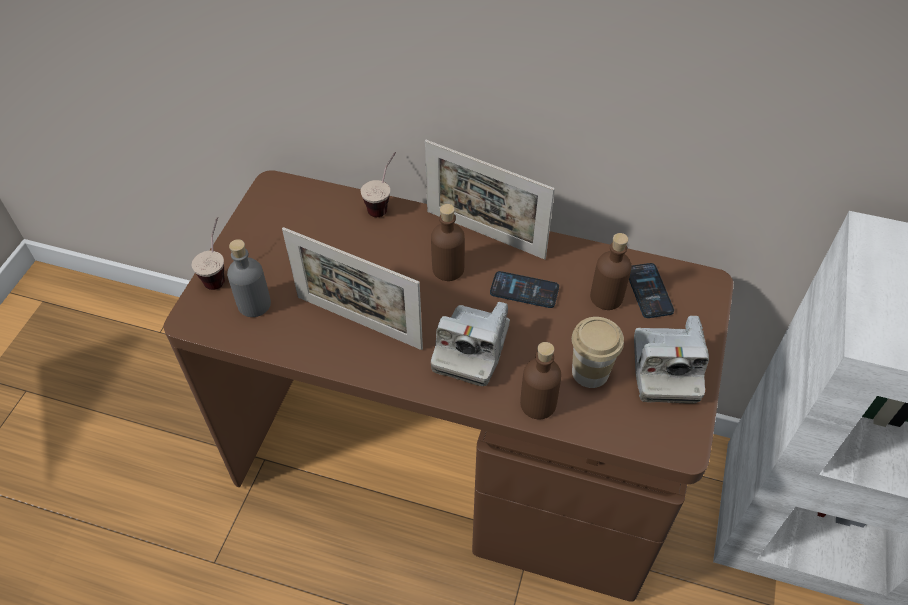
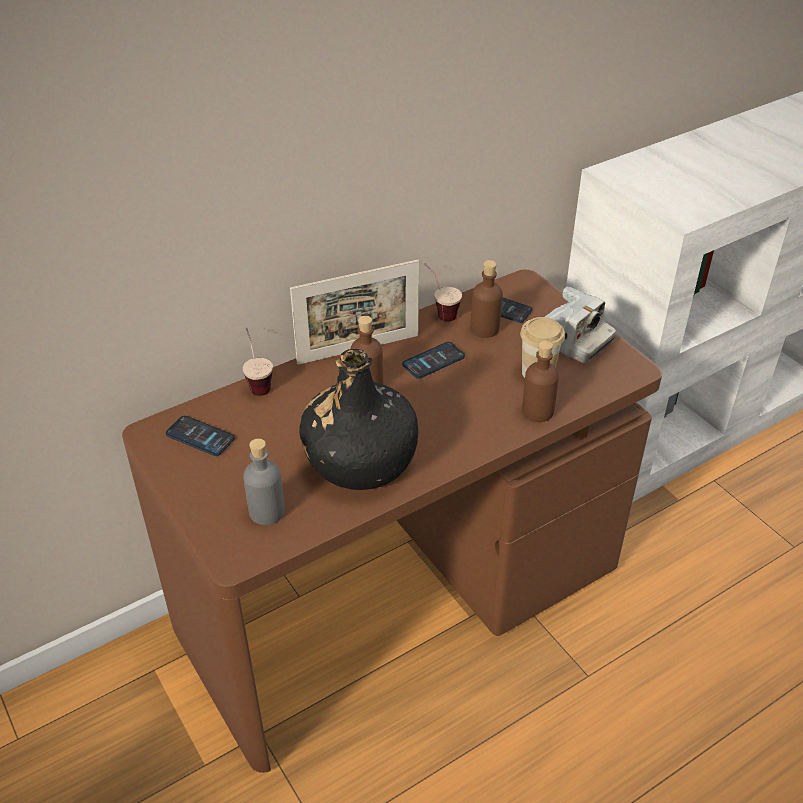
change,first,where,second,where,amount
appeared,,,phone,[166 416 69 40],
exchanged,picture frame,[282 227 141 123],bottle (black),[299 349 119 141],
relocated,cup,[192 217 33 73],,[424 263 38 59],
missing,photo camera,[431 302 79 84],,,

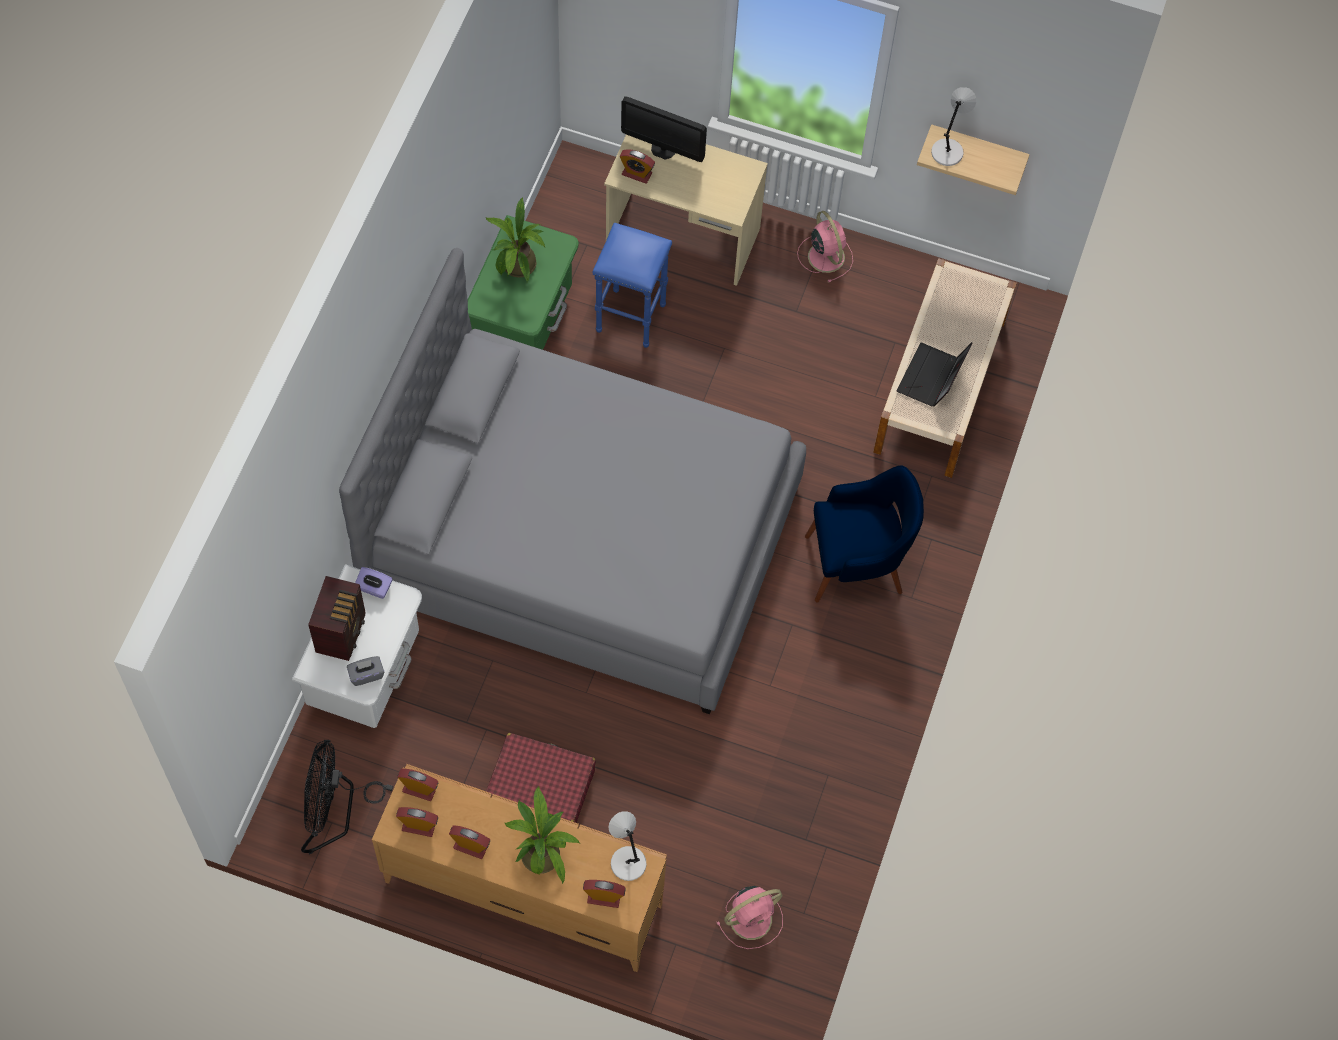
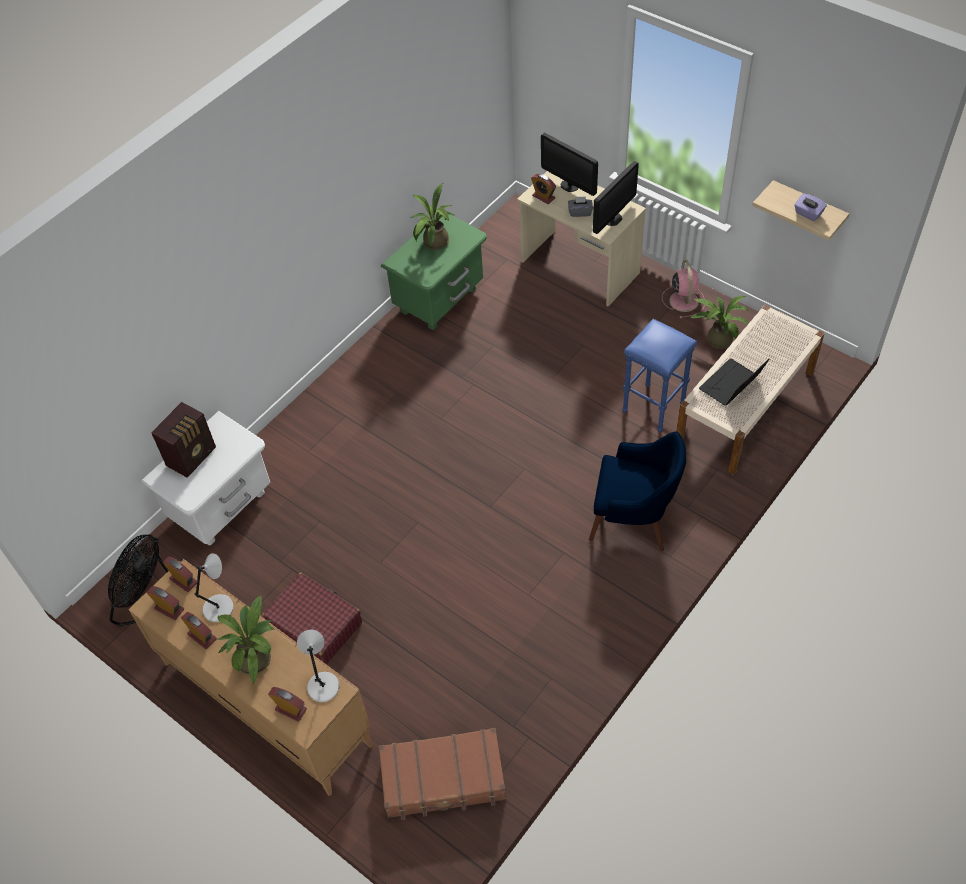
change,first,where,second,where,amount
relocated,table lamp (grey),[931 87 45 79],,[194 553 40 69],
exchanged,fan (pink),[717 886 66 63],suitcase (brown),[379 728 127 92],
relocated,tissue box (grey),[347 656 37 30],,[568 196 25 21],
appeared,,,monitor,[593 161 46 73],
relocated,stool (blue),[593 223 79 125],,[623 319 74 113],
appeared,,,potted plant,[689 296 60 53],
relocated,tissue box (purple),[355 567 38 32],,[794 193 33 28],
missing,bed (grey),[339 248 467 466],,,

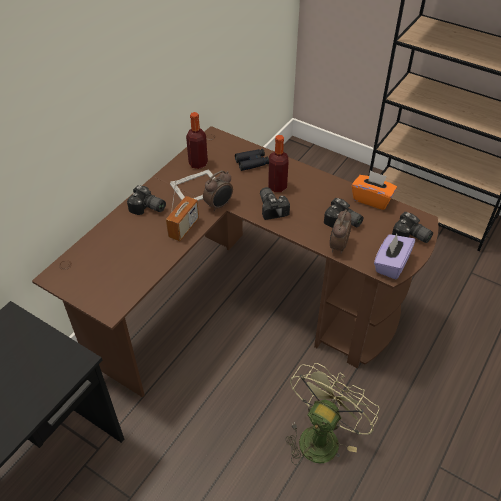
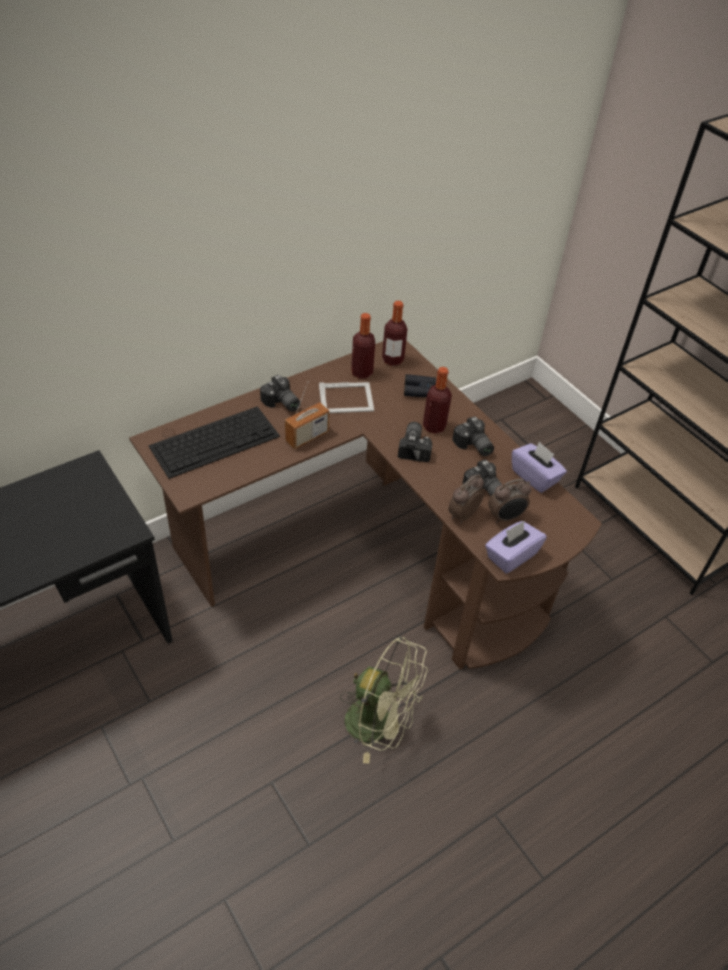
change,first,where,second,where,amount
appeared,,,keyboard,[148 406 132 73],
spun,fan (green),[285 363 94 102],,[340 636 88 128],60 degrees clockwise
appeared,,,bottle,[382 301 25 65],
relocated,photo camera,[392 212 41 31],,[452 417 42 39],
relocated,alarm clock,[203 170 30 42],,[488 479 44 45],
colour,tissue box (orange),[352 170 45 40],tissue box (purple),[512 441 55 52],

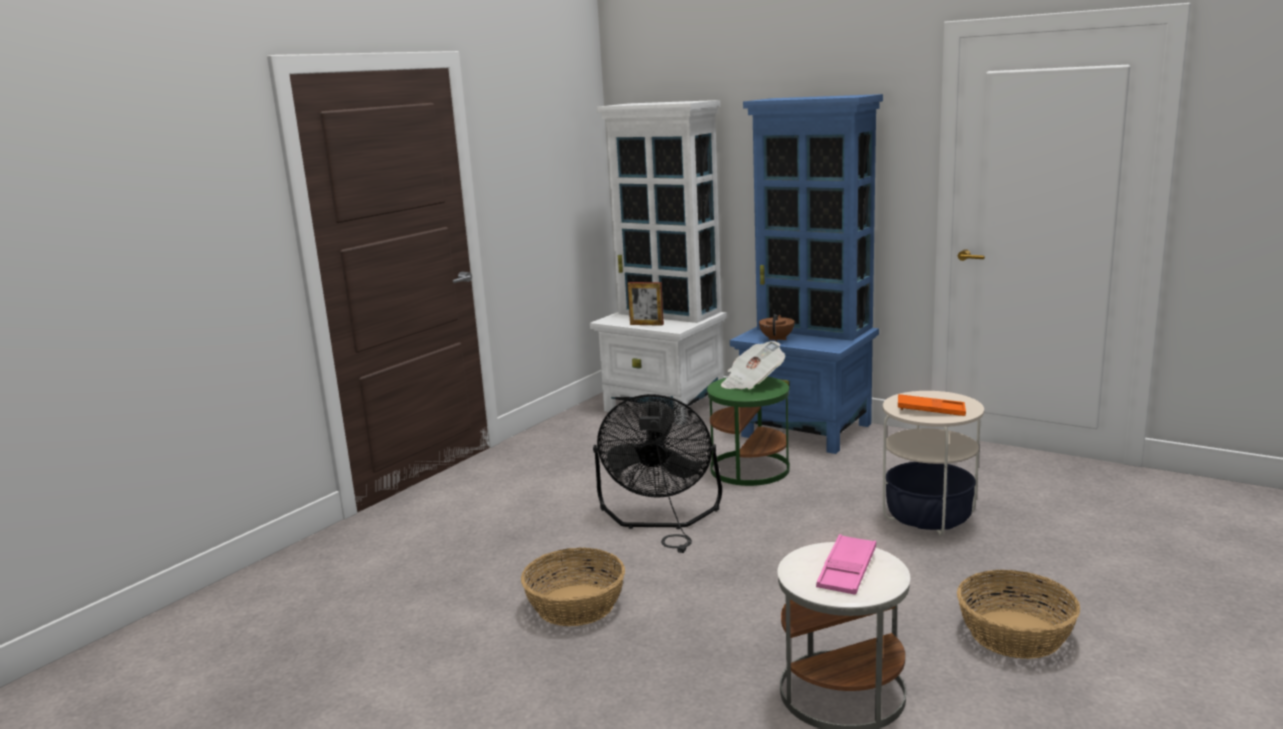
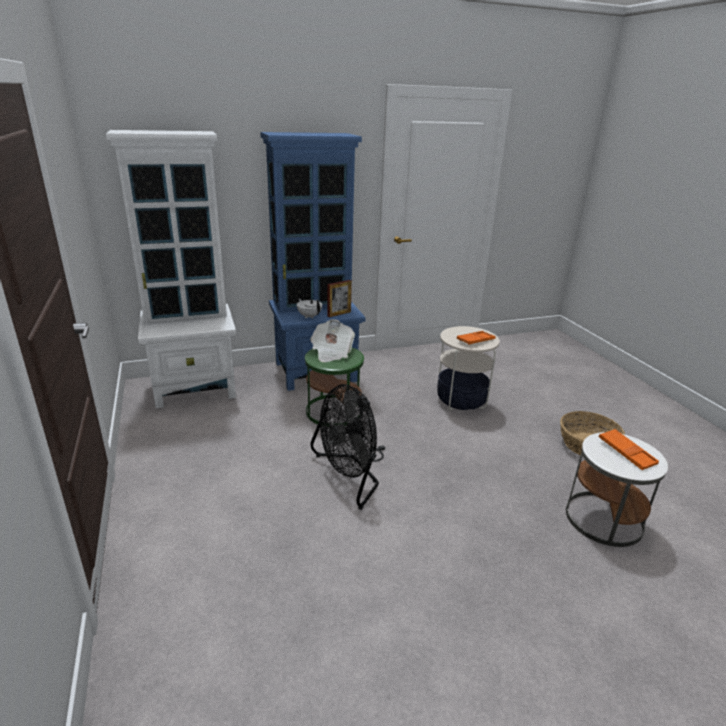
change,first,where,second,where,amount
colour,teapot (brown),[759 314 36 28],teapot (white),[297 299 25 20],
spun,fan (black),[593 394 129 159],,[311 384 75 126],75 degrees counterclockwise
relocated,picture frame,[628 282 36 44],,[327 280 25 37],
colour,tray (pink),[816 534 60 61],tray (orange),[599 429 60 41],
missing,basket,[521 548 104 78],,,

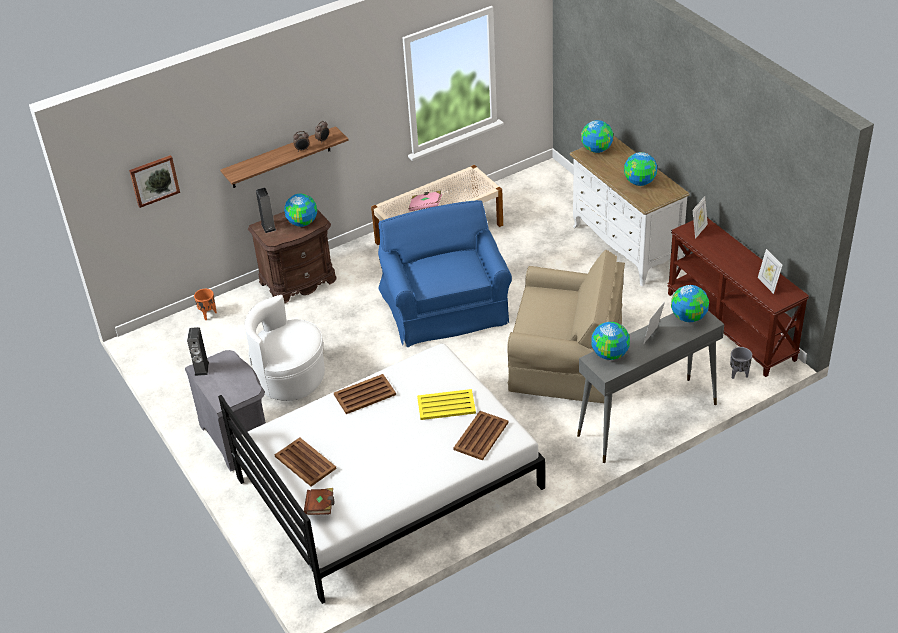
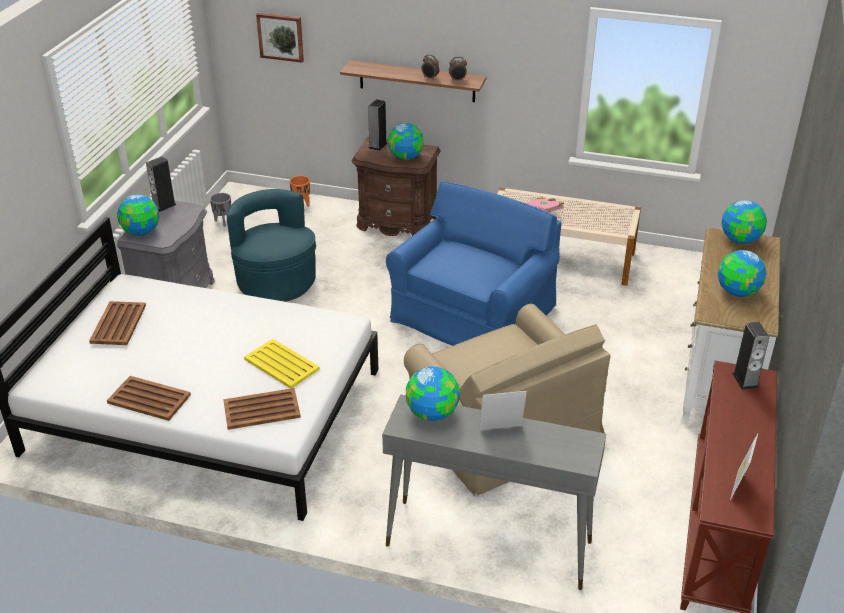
change,first,where,second,where,amount
relocated,tray (brown),[334 374 62 40],,[107 376 84 45],
relocated,globe,[671 285 38 37],,[117 195 43 41],
relocated,planter (grey),[730 347 22 32],,[210 193 21 34],
colour,armchair (white),[244 295 81 106],armchair (turquoise),[227 189 89 113],
exchanged,picture frame,[692 196 16 43],speaker,[732 322 38 68],
missing,book (brown),[304 488 31 27],,,

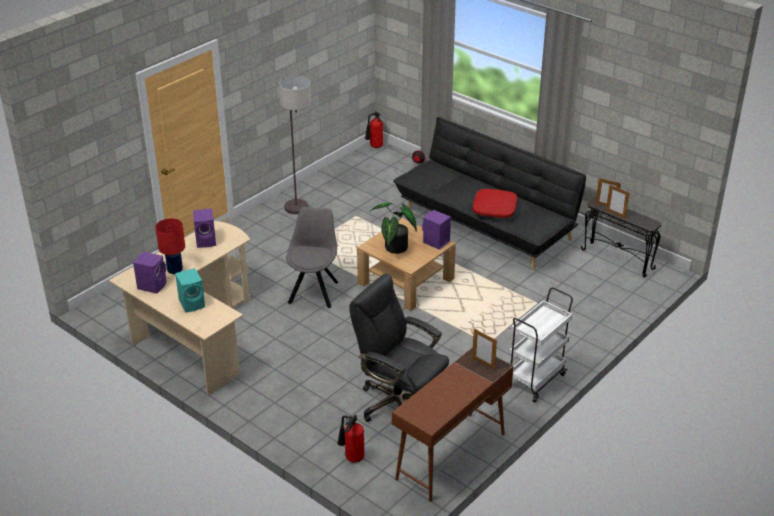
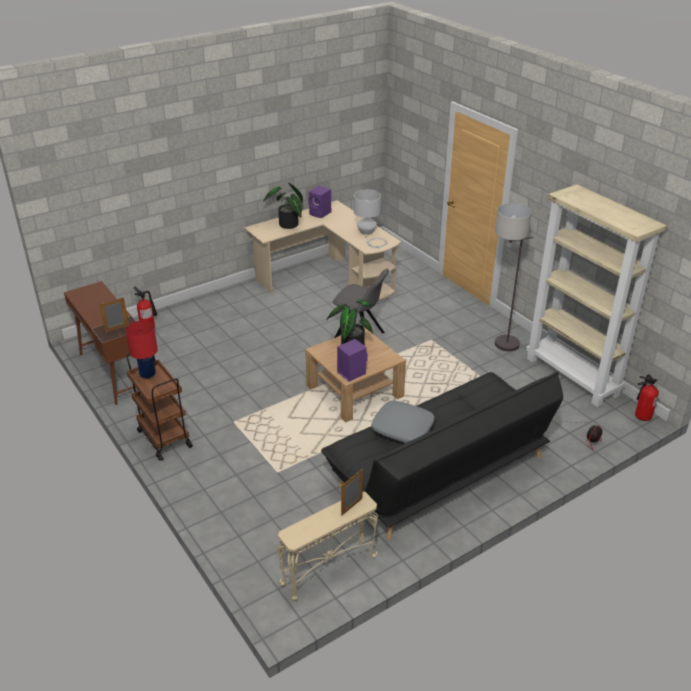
change,first,where,second,where,amount
relocated,table lamp (red),[155 218 30 56],,[125 321 33 57],
colour,cart (white),[509 288 64 115],cart (brown),[127 353 66 108],
exchanged,speaker (turquoise),[175 268 30 45],potted plant,[263 183 40 46],
colour,side table (black),[581 198 81 80],side table (beige),[277 491 101 110],
exchanged,speaker (purple),[193 208 23 40],table lamp (white),[354 190 33 58],
colour,pillow (red),[473 189 44 29],pillow (grey),[371 401 64 42],
appeared,,,bookcase (beige),[526 184 141 223],
missing,office chair (black),[349 274 100 148],,,
missing,picture frame,[606 185 23 34],,,

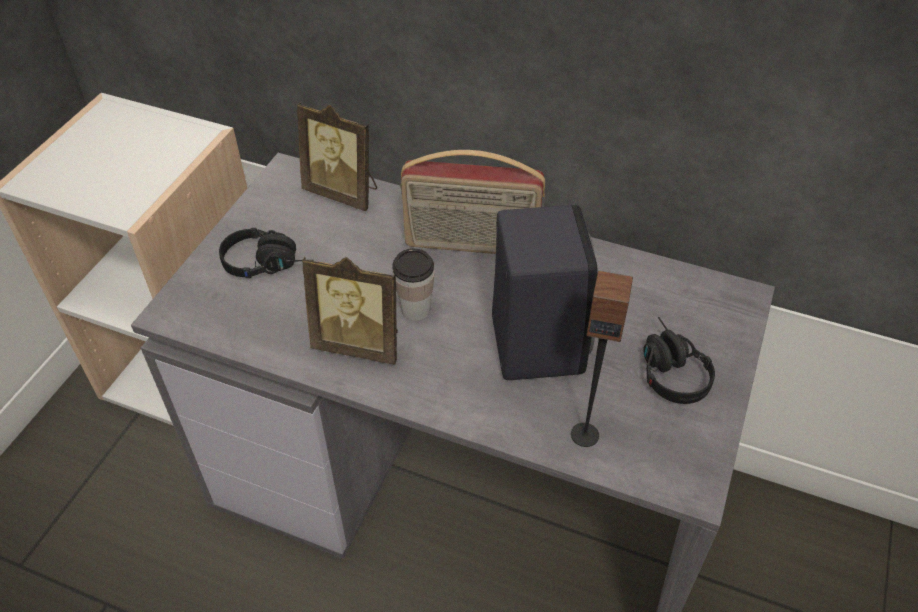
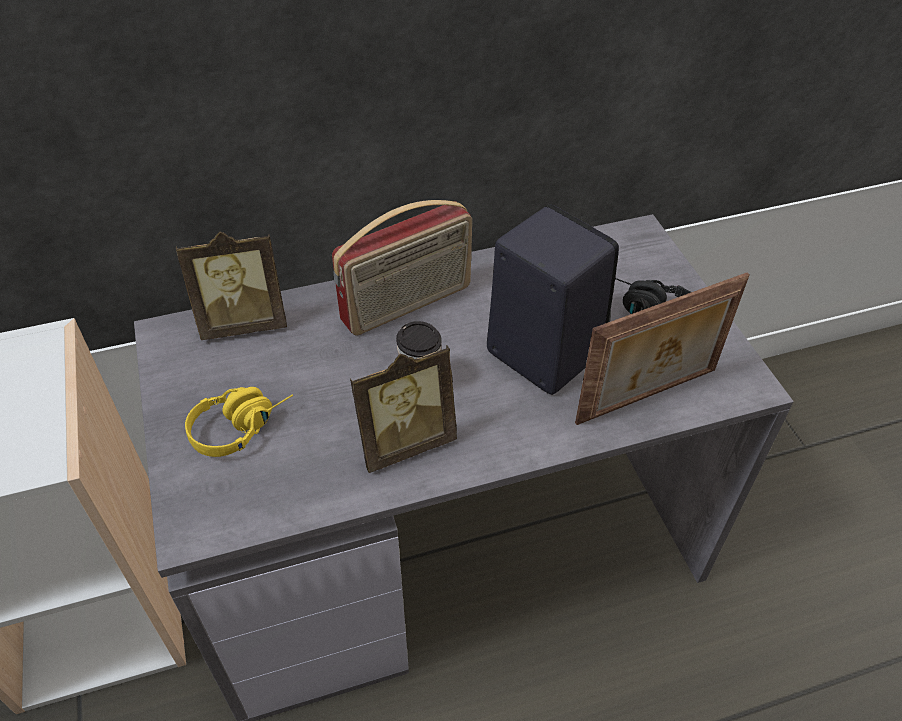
change,first,where,second,where,amount
colour,headphones (black),[219 228 95 50],headphones (yellow),[185 387 108 70],
exchanged,speaker,[571 270 62 177],picture frame,[575 273 174 152],

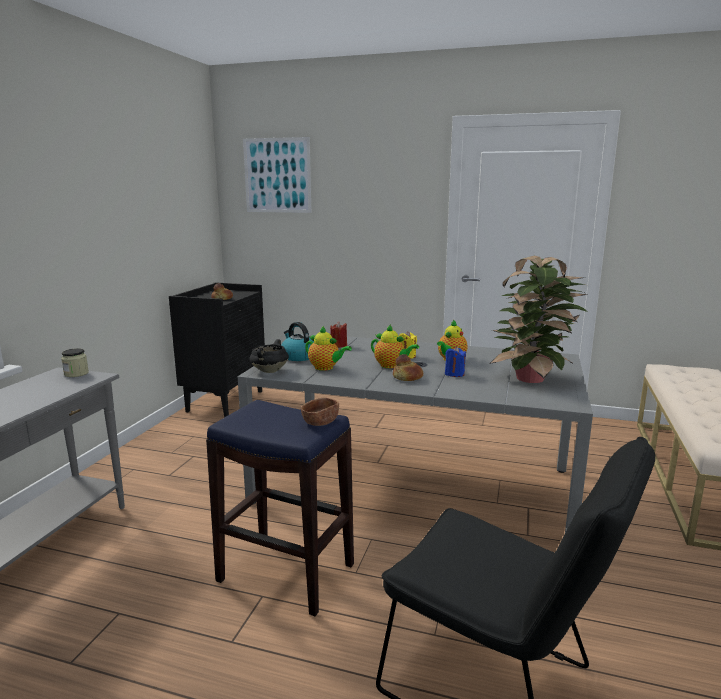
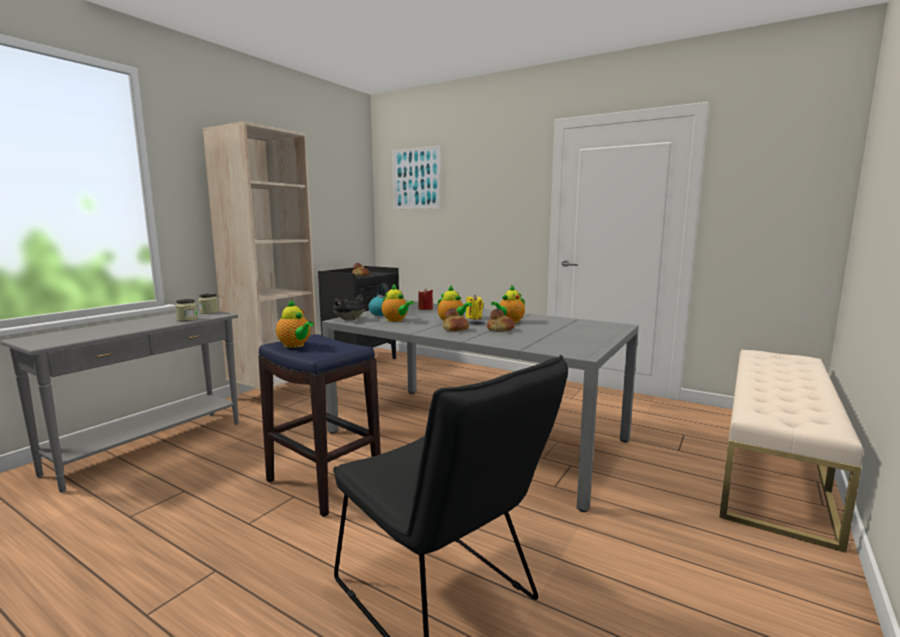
change,first,where,second,where,amount
appeared,,,jar,[175 299 23 22],
appeared,,,bookcase (beige),[203 121 114 279],
appeared,,,teapot,[276 299 38 49],
exchanged,candle (blue),[445 346 21 31],bread,[487 309 28 22],
missing,bowl (brown),[301 398 38 28],,,
missing,potted plant,[489 256 99 127],,,

